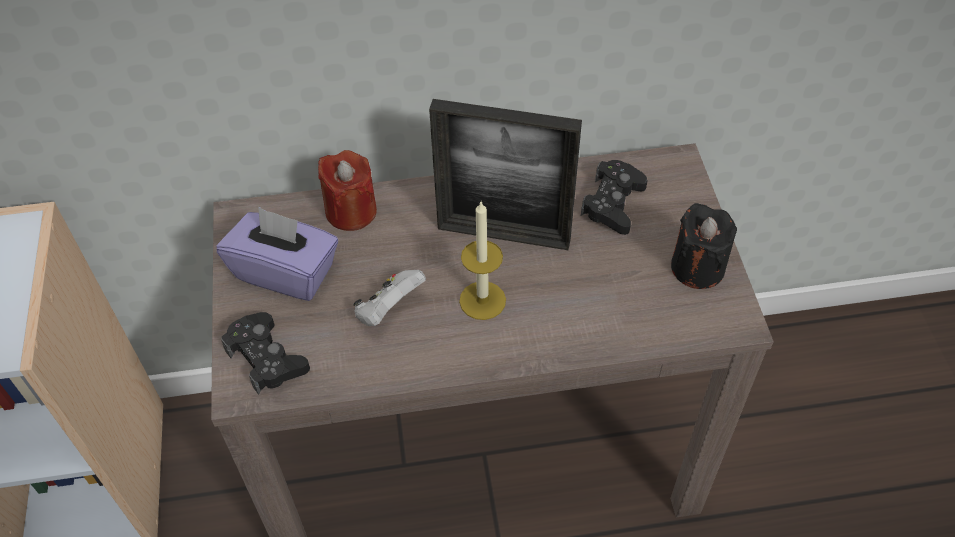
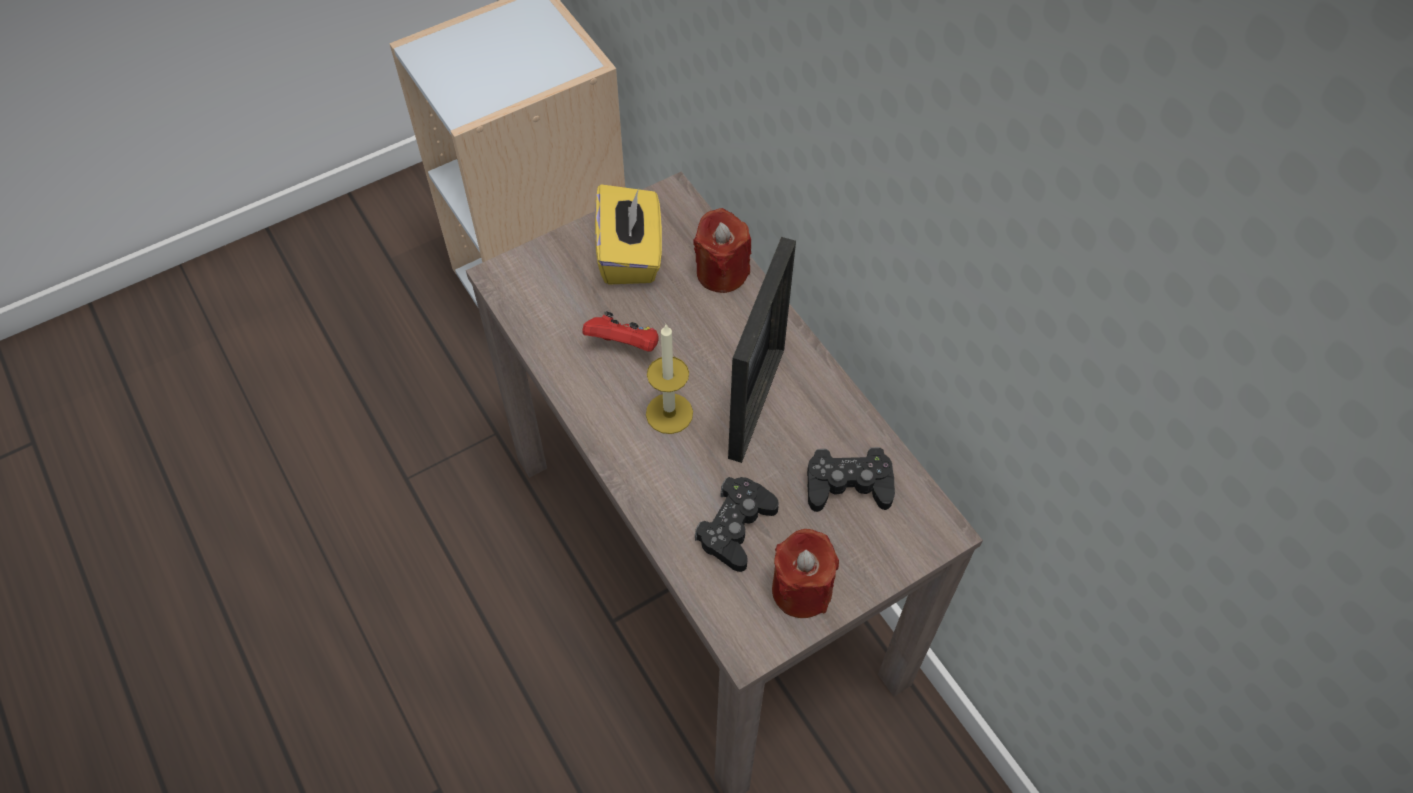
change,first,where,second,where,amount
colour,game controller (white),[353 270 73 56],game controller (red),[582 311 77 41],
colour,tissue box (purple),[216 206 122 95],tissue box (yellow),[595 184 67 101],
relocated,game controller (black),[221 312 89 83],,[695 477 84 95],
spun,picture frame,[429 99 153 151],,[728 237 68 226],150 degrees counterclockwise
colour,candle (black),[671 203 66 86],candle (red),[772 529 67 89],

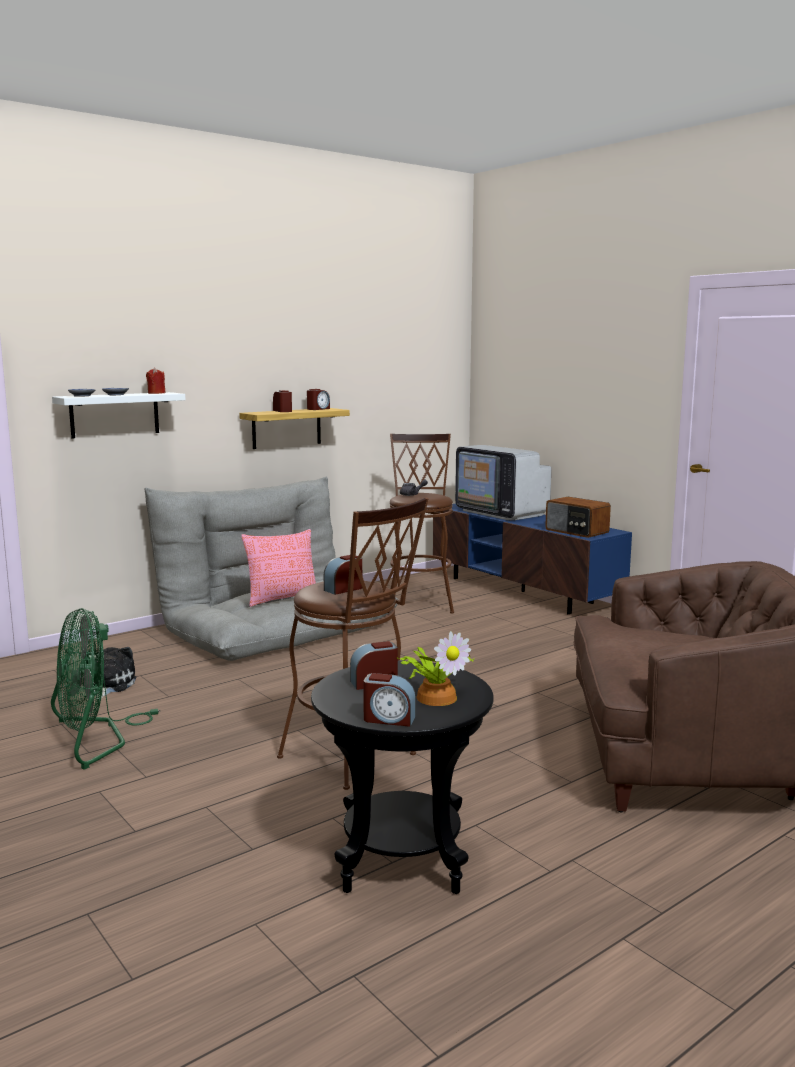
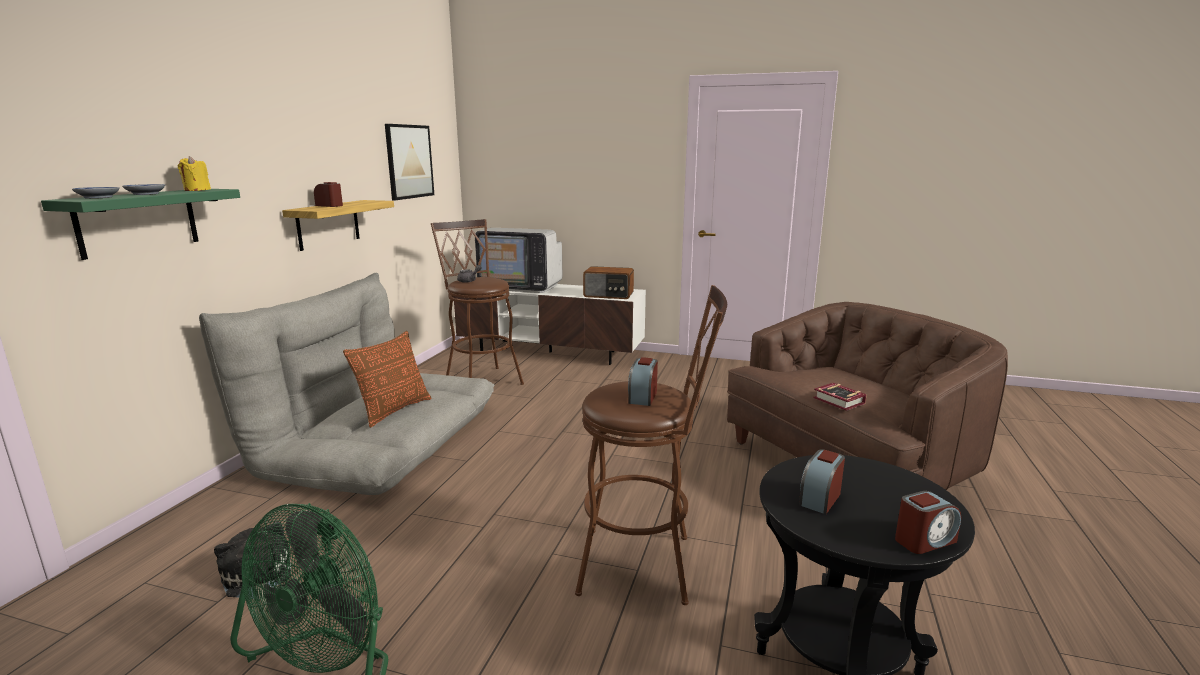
change,first,where,second,where,amount
colour,shelf (white),[52 392 134 46],shelf (green),[41 189 199 71],
colour,candle (red),[146 368 20 26],candle (yellow),[178 156 33 35],
colour,pillow (pink),[241 529 75 78],pillow (brown),[343 331 88 97],
appeared,,,picture,[385 124 49 77],
colour,tv stand (blue),[433 504 199 110],tv stand (white),[454 284 192 81],
appeared,,,book,[813 383 54 28],
missing,alarm clock,[307 389 23 21],,,
missing,potted plant,[397 631 78 75],,,

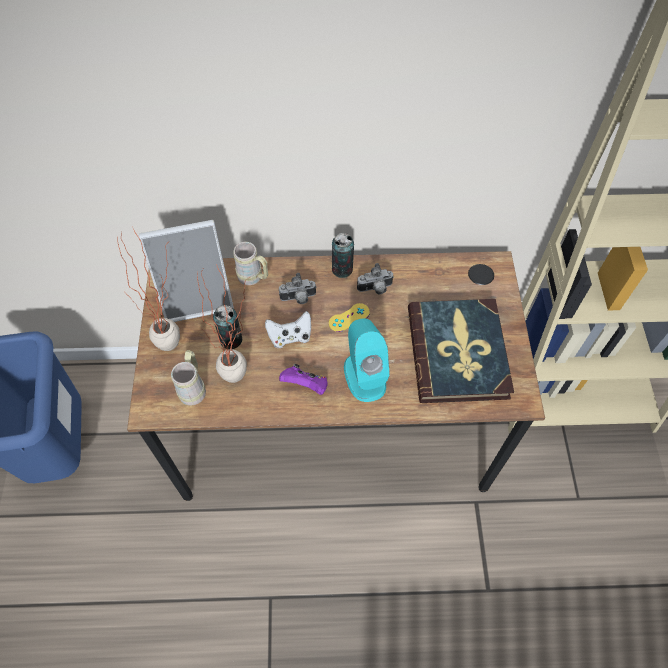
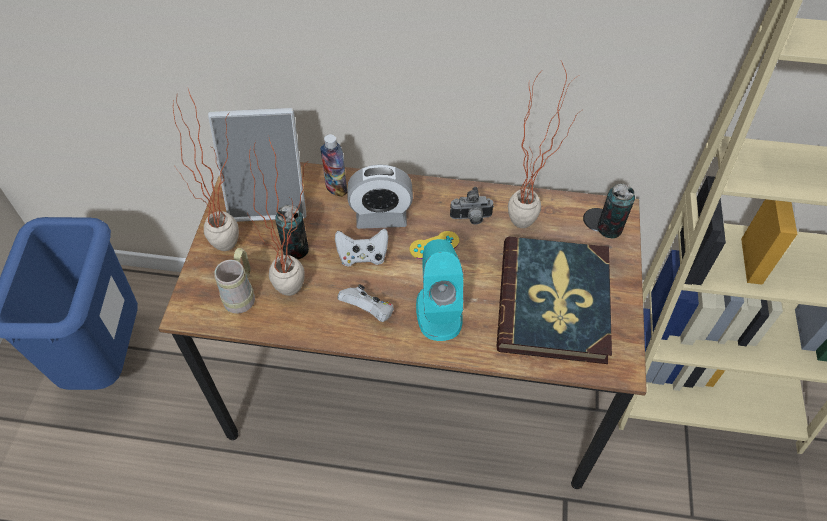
change,first,where,second,where,amount
exchanged,mug (beige),[233 242 35 43],bottle,[320 134 27 63],
colour,game controller (purple),[279 364 49 31],game controller (white),[337 284 57 38],
exchanged,photo camera,[279 273 37 31],alarm clock,[348 165 65 64],
appeared,,,potted plant,[508 61 74 167],
relocated,can,[332 233 22 45],,[597 183 38 56],

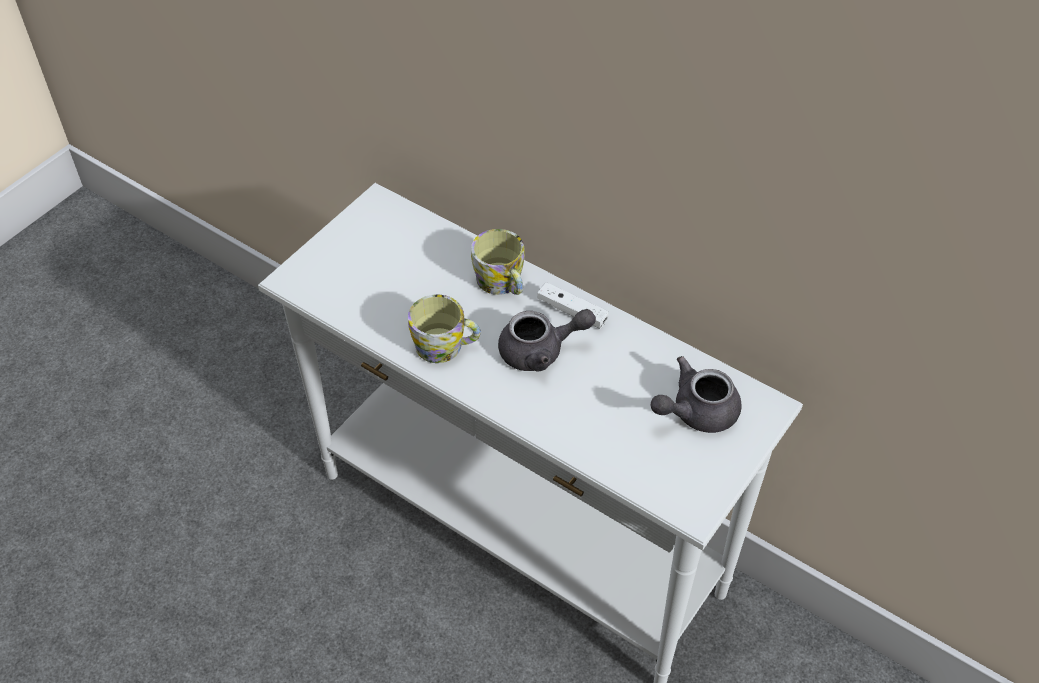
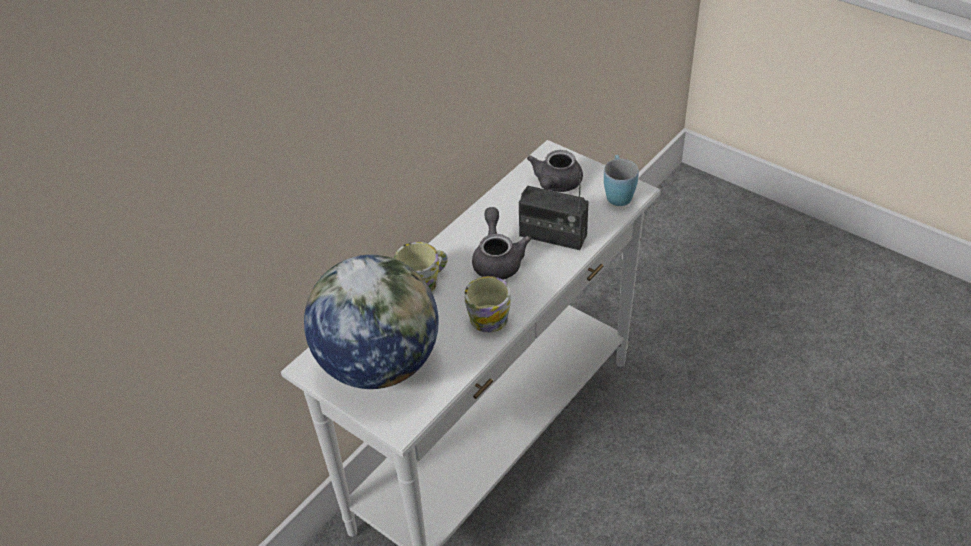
change,first,where,second,where,amount
appeared,,,globe,[304 255 135 134],
appeared,,,radio,[519 172 70 78],
spun,teapot (grey),[650 356 91 77],,[527 150 56 42],45 degrees clockwise
appeared,,,mug (blue),[604 155 35 51],
missing,game controller (white),[537 282 72 47],,,

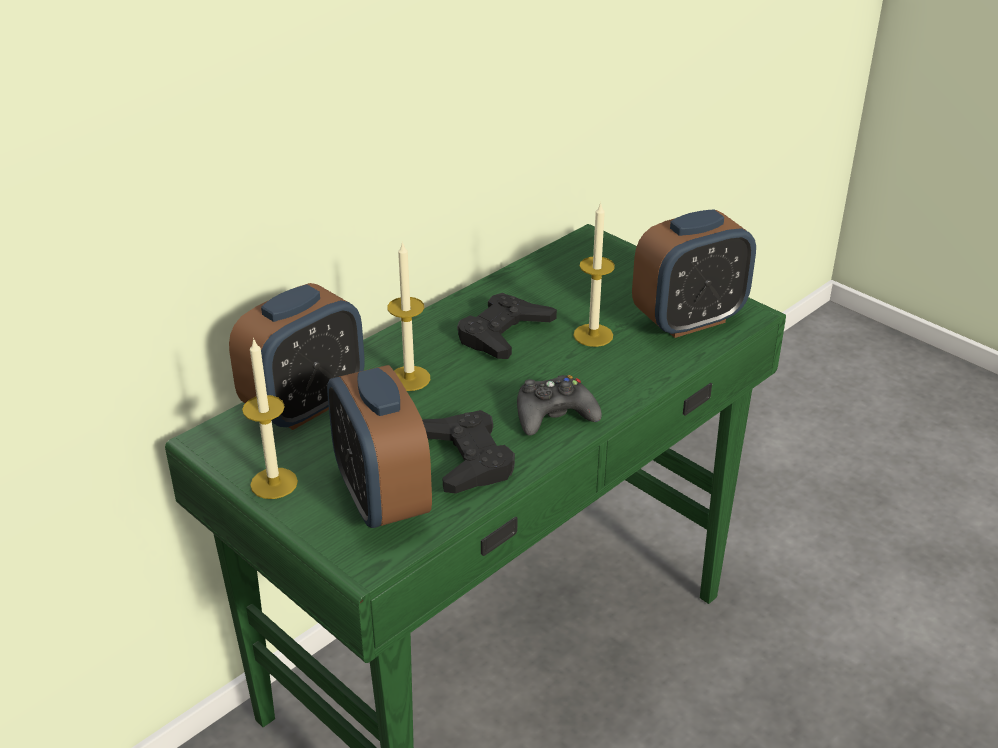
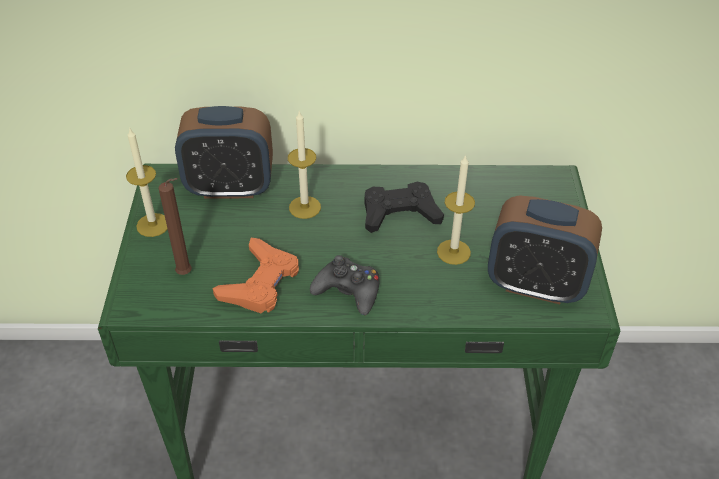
change,first,where,second,where,amount
exchanged,alarm clock,[327 365 105 163],candle (brown),[158 178 34 97],
colour,game controller (black),[422 410 93 84],game controller (orange),[213 238 86 75],

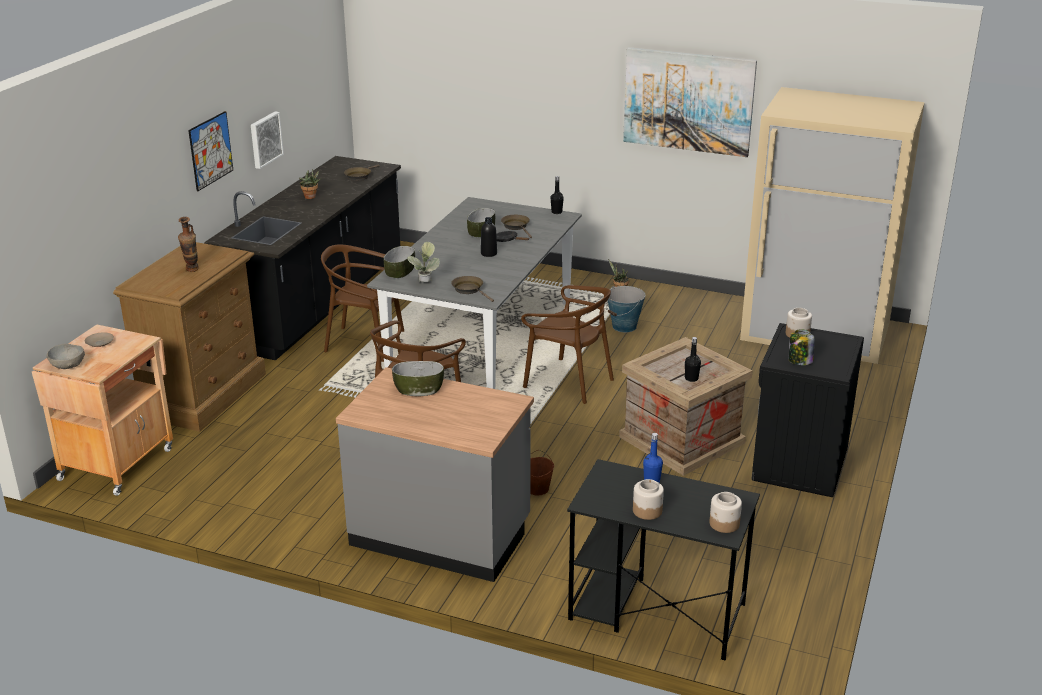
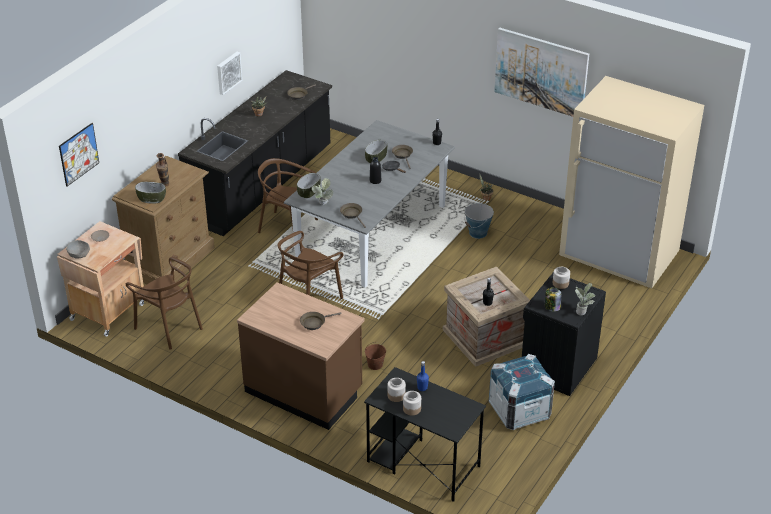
change,first,where,second,where,amount
relocated,picture,[188 111 45 80],,[59 123 40 64],
relocated,chair (brown),[521 285 93 119],,[126 257 77 93],
relocated,bowl,[392 361 52 35],,[135 182 31 22],
colour,counter (grey),[336 367 198 215],counter (brown),[237 282 127 148],
appeared,,,frying pan (brown),[300 312 42 18],
relocated,jar,[709 492 33 41],,[388 378 18 24],
appeared,,,crate,[489 354 66 76],
appeared,,,potted plant,[575 283 21 33],

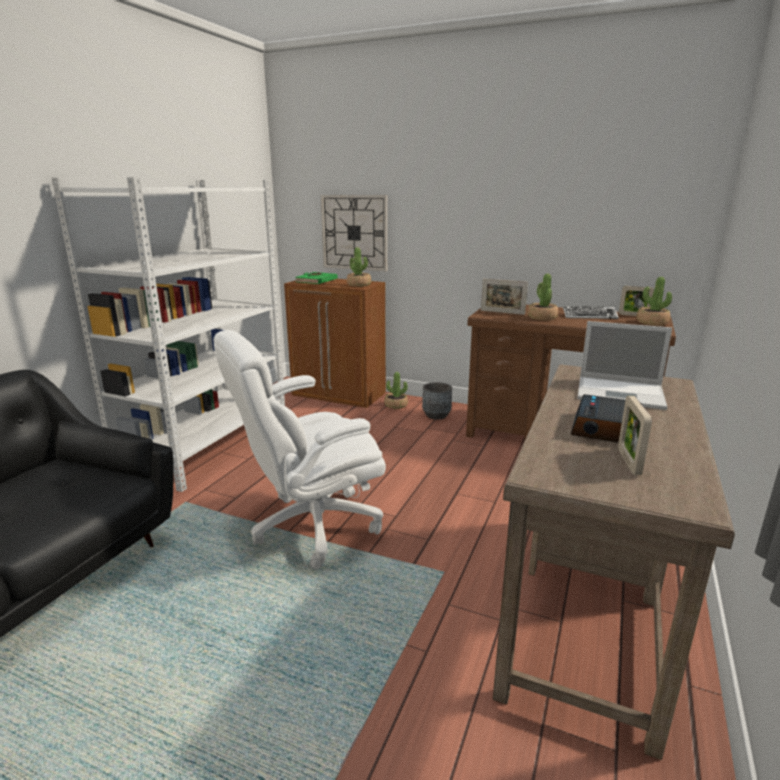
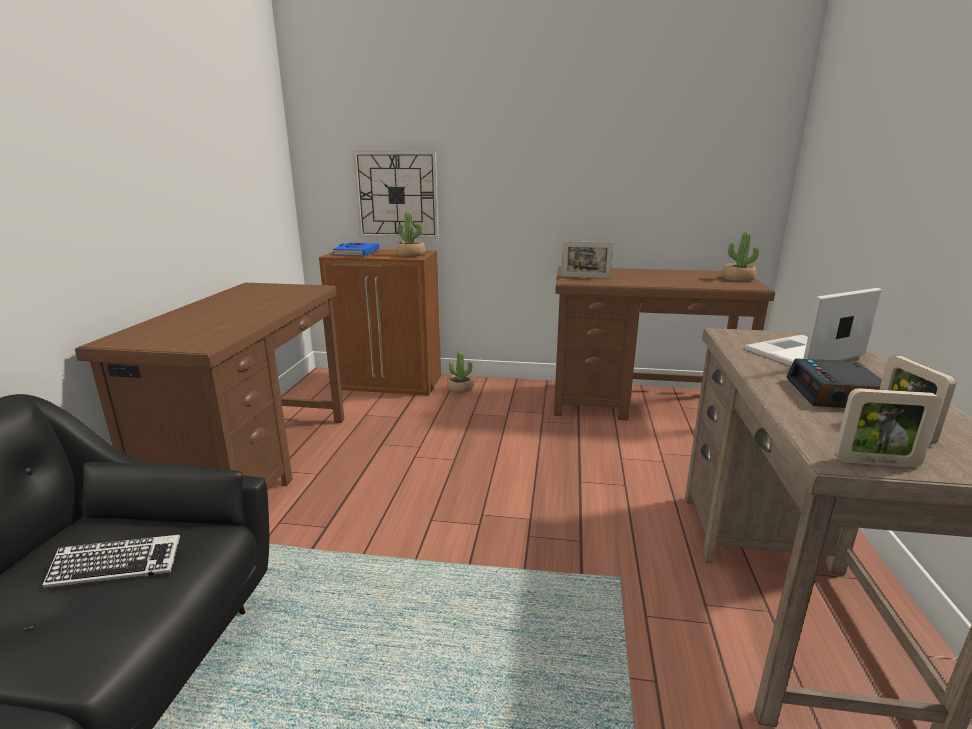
change,first,where,second,where,amount
relocated,keyboard,[563 306 56 13],,[42 534 138 54],
exchanged,bookcase (white),[52 177 233 315],desk (brown),[75 283 269 208],
colour,book (green),[295 272 43 12],book (blue),[333 242 46 14],
spun,laptop,[577 321 95 89],,[744 288 138 78],150 degrees clockwise
relocated,picture frame,[619 286 35 30],,[834 388 108 80],
missing,office chair (white),[214 330 172 239],,,
missing,planter (grey),[422 382 30 38],,,
missing,potted plant,[528 274 30 46],,,

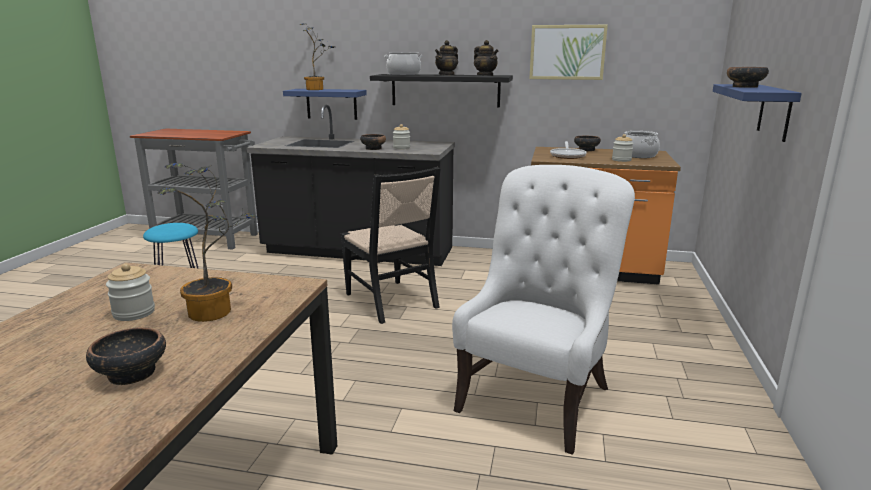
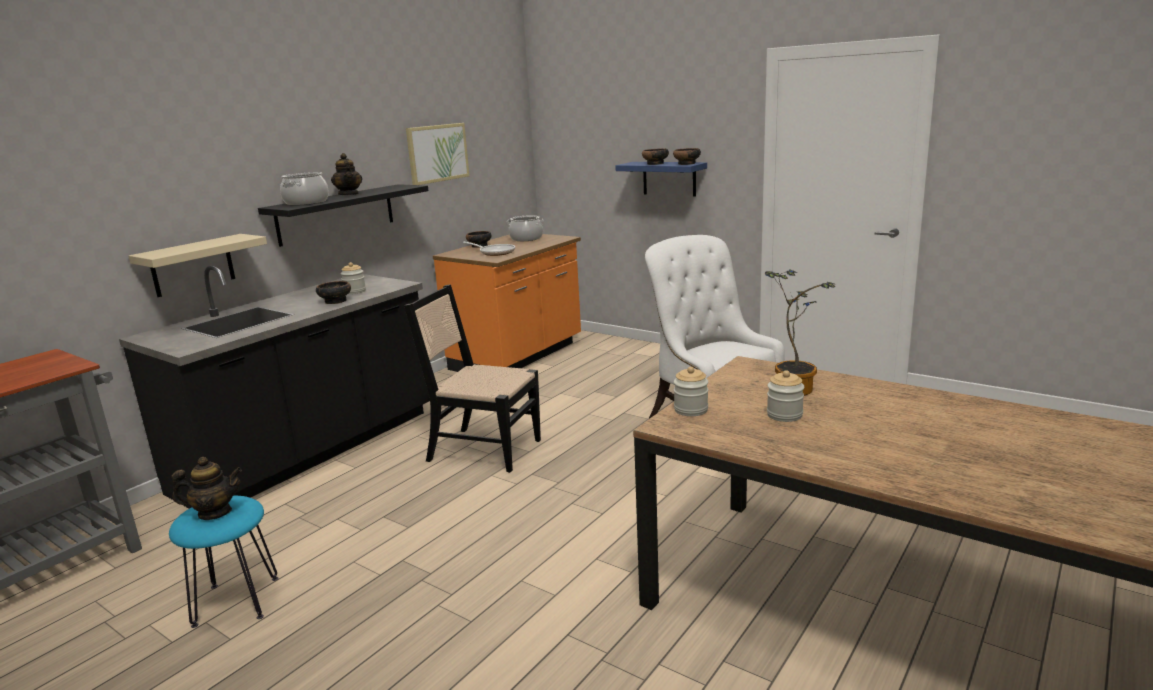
change,first,where,second,where,amount
colour,shelf (blue),[283 89 84 31],shelf (beige),[129 234 138 63],
relocated,teapot,[474 40 24 36],,[172 457 70 63],
spun,chair,[341 167 100 157],,[404 284 137 189],150 degrees counterclockwise
relocated,bowl,[86 327 80 58],,[673 148 28 17],
relocated,jar,[612 134 22 28],,[674 367 34 49],
missing,potted plant,[299 23 35 67],,,

